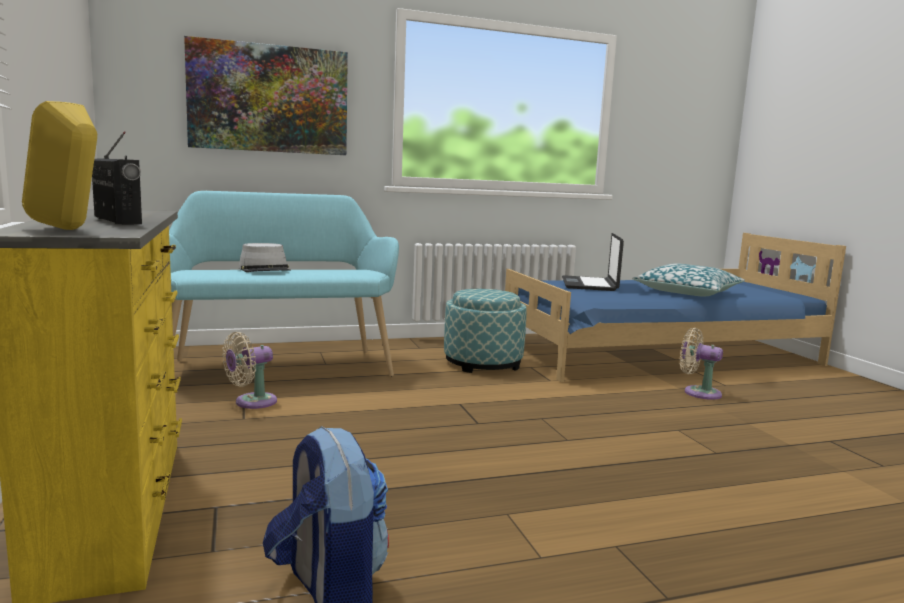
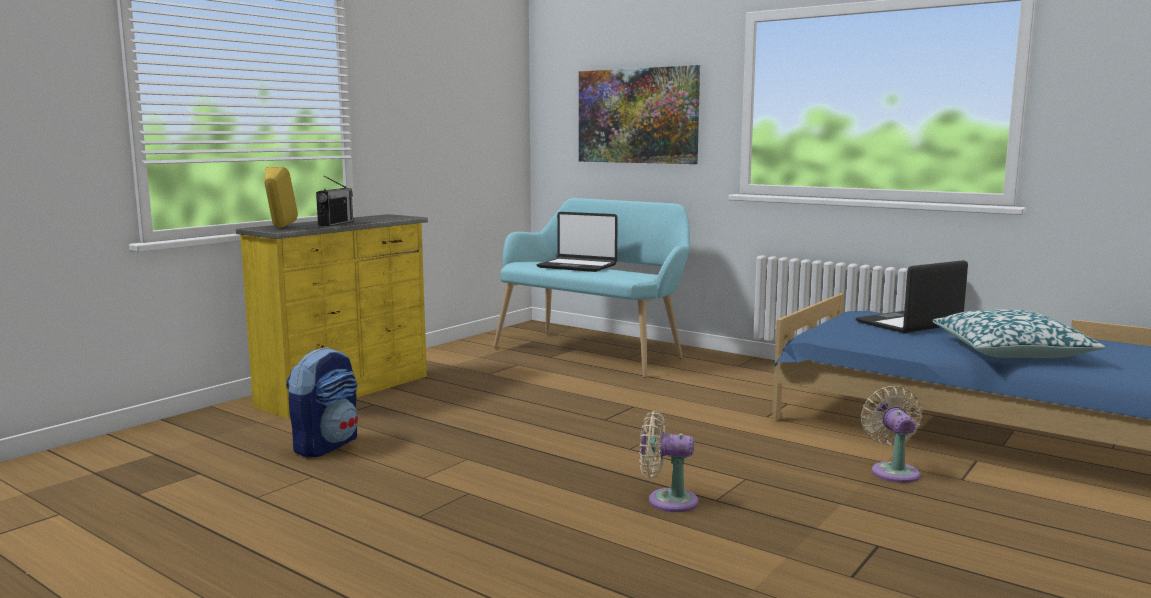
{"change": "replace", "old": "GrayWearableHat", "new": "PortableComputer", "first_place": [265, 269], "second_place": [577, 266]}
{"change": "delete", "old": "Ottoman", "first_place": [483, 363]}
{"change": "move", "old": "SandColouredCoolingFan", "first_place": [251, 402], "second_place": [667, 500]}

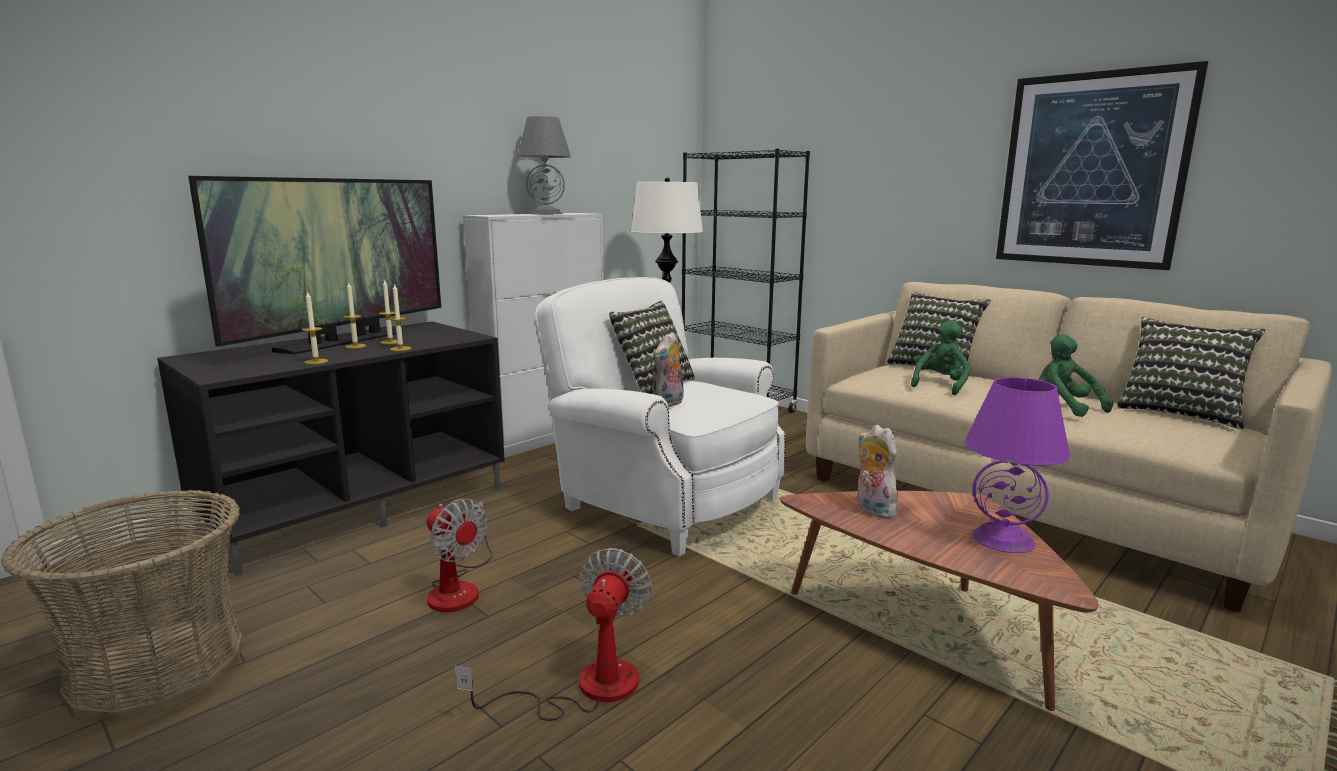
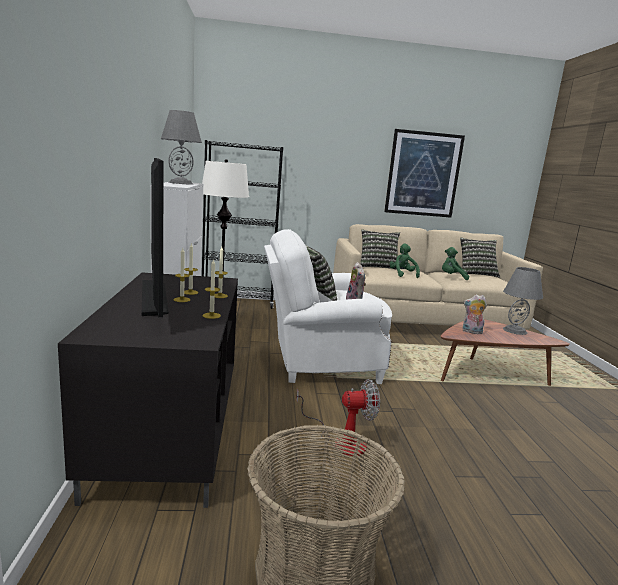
{"change": "recolor", "old": "PurpleColouredTableLamp", "new": "GrayTableLamp", "first_place": [1004, 539], "second_place": [515, 330]}
{"change": "delete", "old": "CoolingFan", "first_place": [586, 688]}

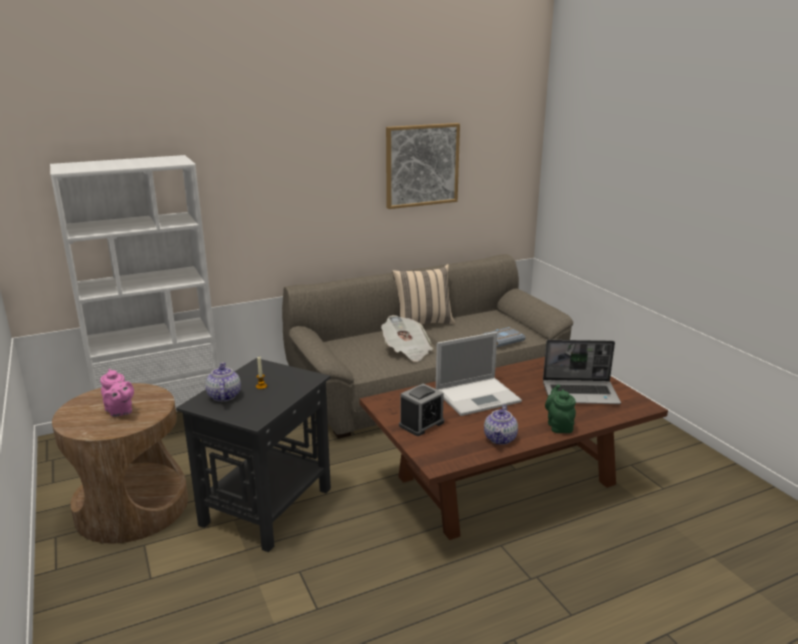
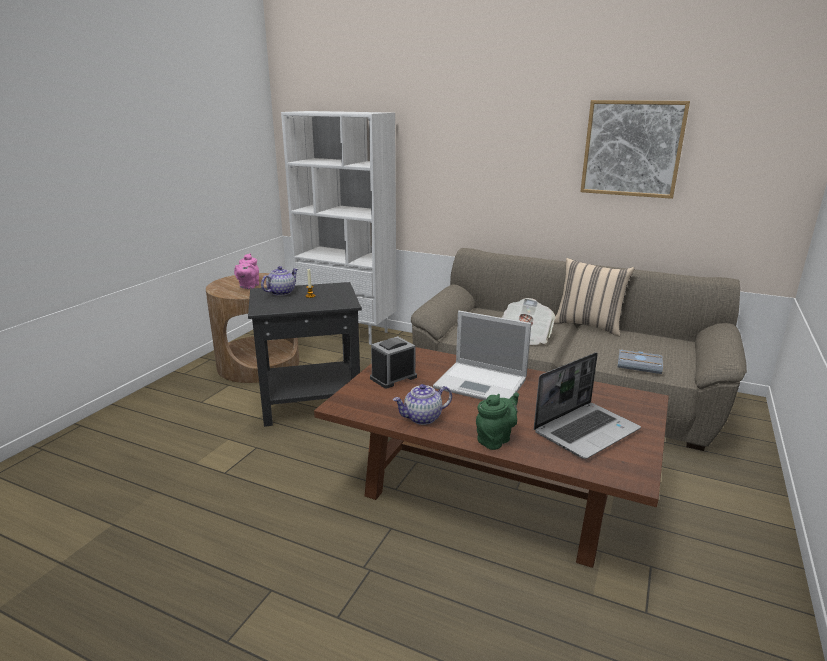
{"change": "rotate", "old": "PortableComputer", "first_place": [581, 393], "second_place": [586, 430], "degrees": -90}
{"change": "rotate", "old": "BedsideClock", "first_place": [421, 424], "second_place": [393, 377], "degrees": 135}

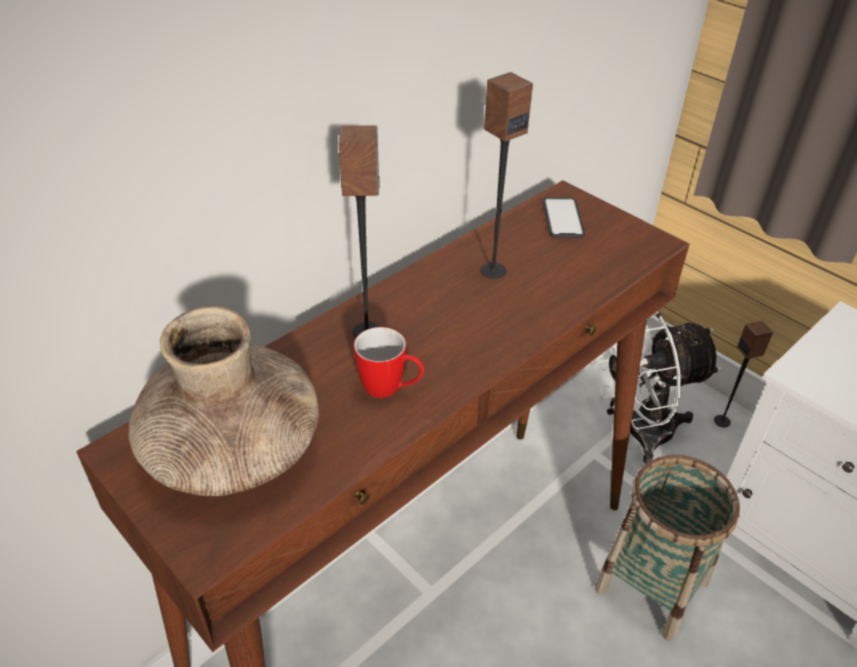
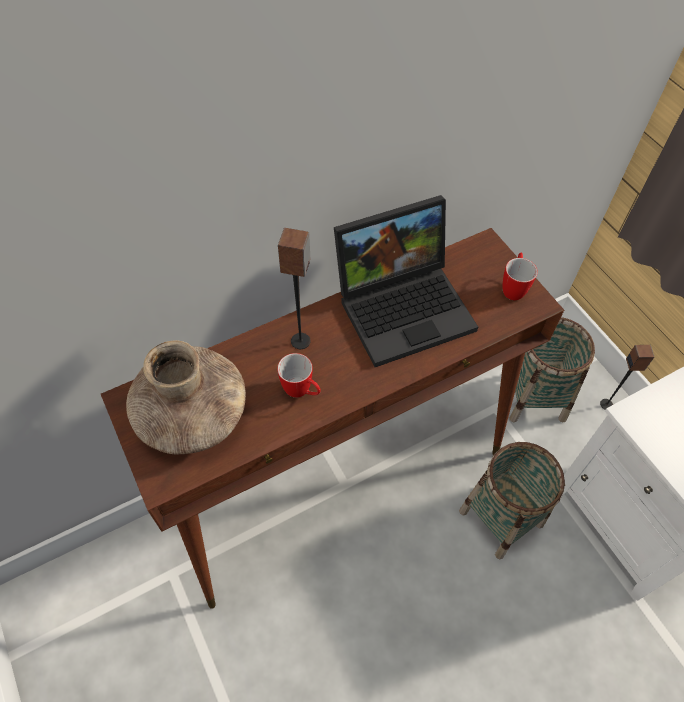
{"change": "replace", "old": "Speaker", "new": "PortableComputer", "first_place": [493, 270], "second_place": [405, 305]}
{"change": "delete", "old": "Handset", "first_place": [562, 218]}
{"change": "replace", "old": "WhitishCoolingFan", "new": "HouseholdBasket", "first_place": [635, 431], "second_place": [534, 397]}
{"change": "insert", "new": "Mug", "second_place": [513, 287]}

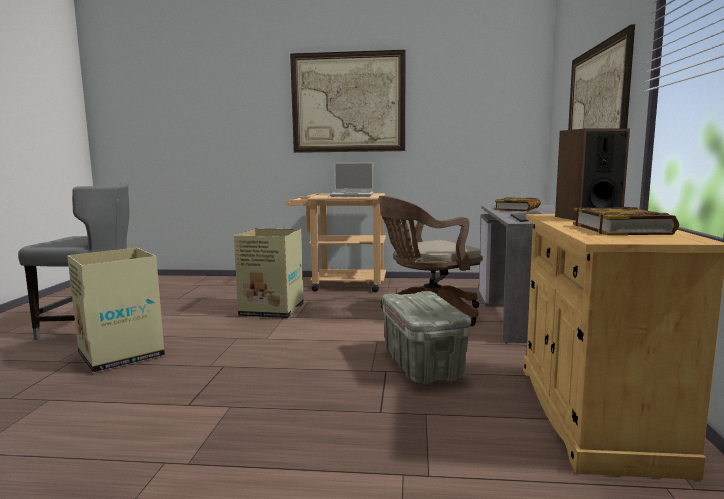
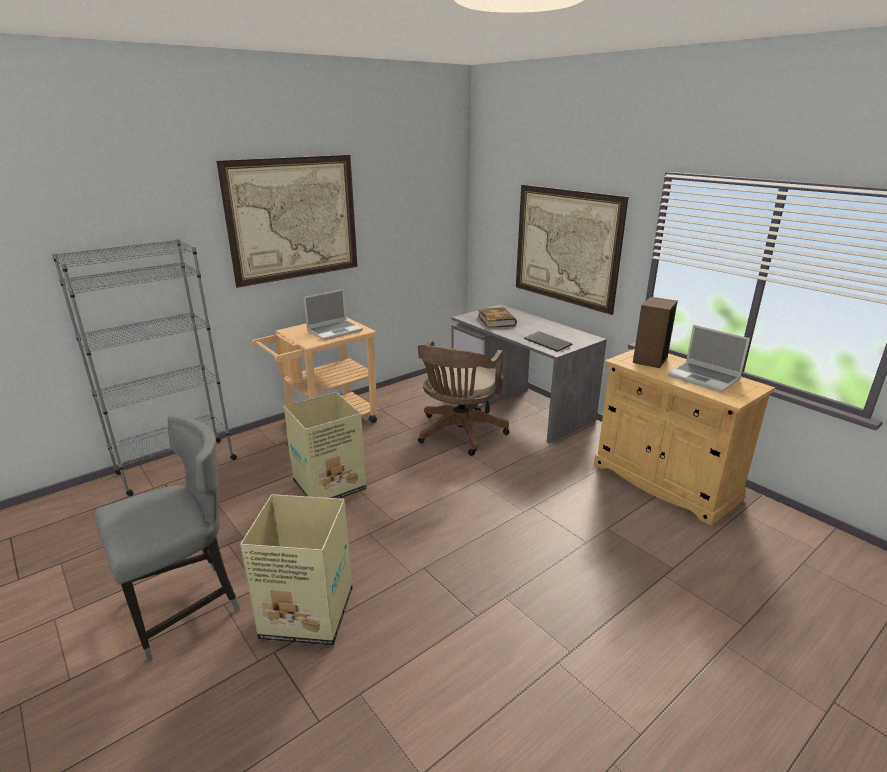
{"change": "replace", "old": "Book", "new": "PortableComputer", "first_place": [621, 229], "second_place": [704, 378]}
{"change": "delete", "old": "GrayStorageContainer", "first_place": [423, 365]}
{"change": "insert", "new": "GrayShelvingUnit", "second_place": [176, 466]}

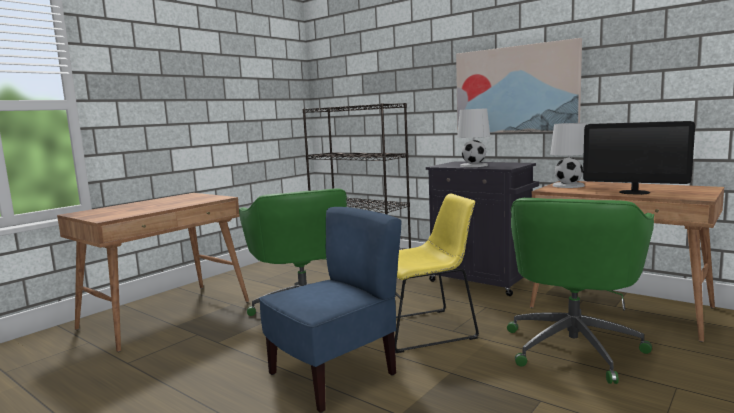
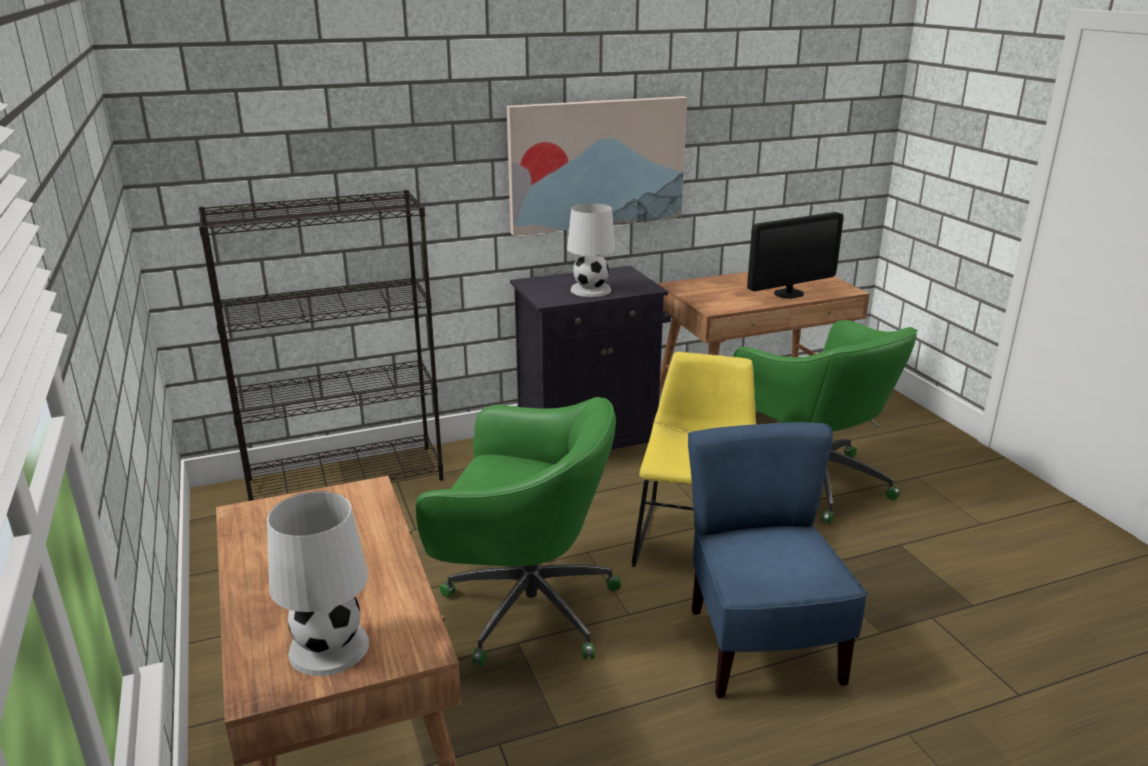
{"change": "move", "old": "WhitishTableLamp", "first_place": [568, 185], "second_place": [330, 647]}

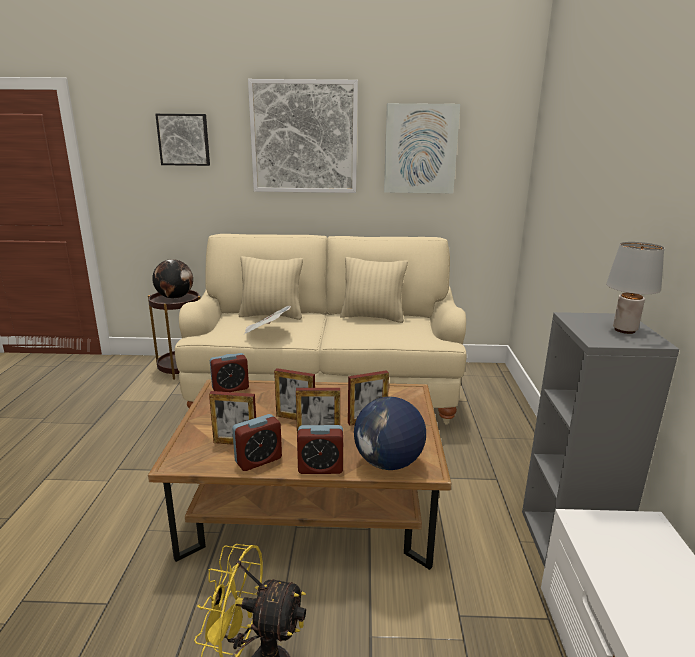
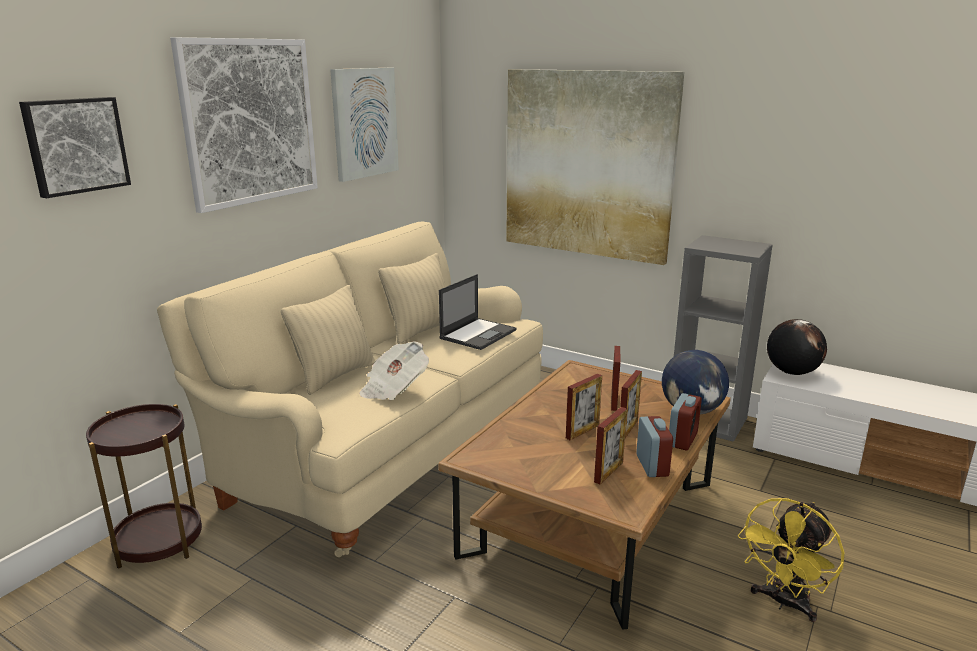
{"change": "delete", "old": "GrayTableLamp", "first_place": [624, 330]}
{"change": "move", "old": "DeskGlobe", "first_place": [175, 297], "second_place": [791, 372]}
{"change": "delete", "old": "BedsideClock", "first_place": [230, 388]}
{"change": "insert", "new": "WallPicture", "second_place": [588, 164]}
{"change": "insert", "new": "PortableComputer", "second_place": [478, 334]}

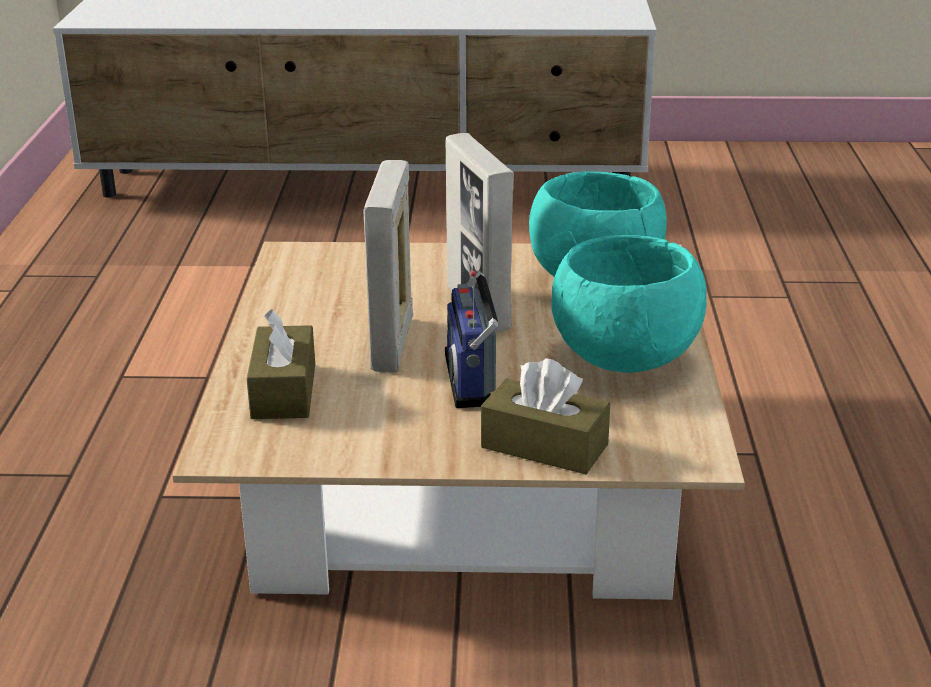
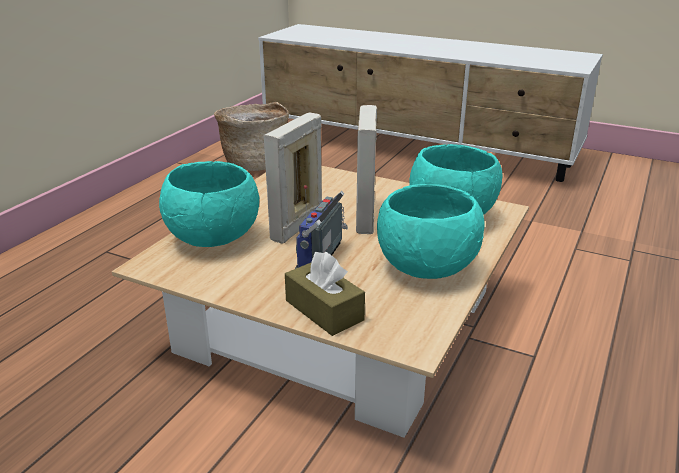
{"change": "replace", "old": "BrownishBoxOfTissues", "new": "BlueGreenDeepDish", "first_place": [284, 391], "second_place": [213, 239]}
{"change": "insert", "new": "HouseholdBasket", "second_place": [255, 163]}

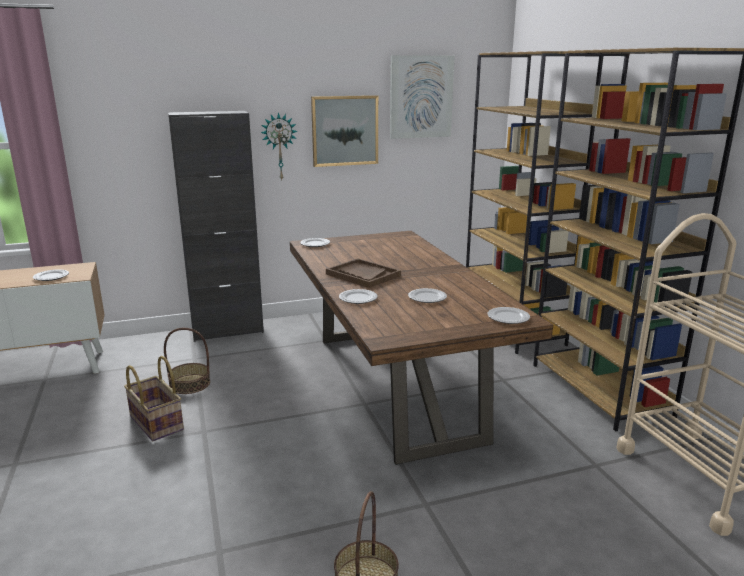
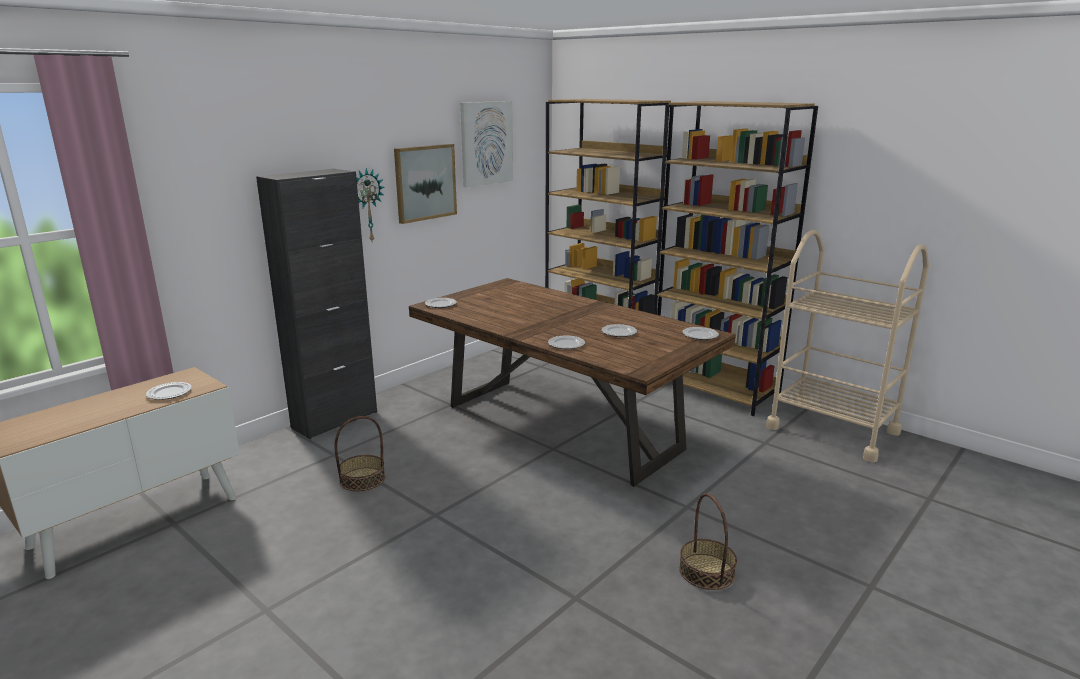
{"change": "delete", "old": "BrownishTray", "first_place": [362, 275]}
{"change": "delete", "old": "HouseholdBasket", "first_place": [155, 423]}

